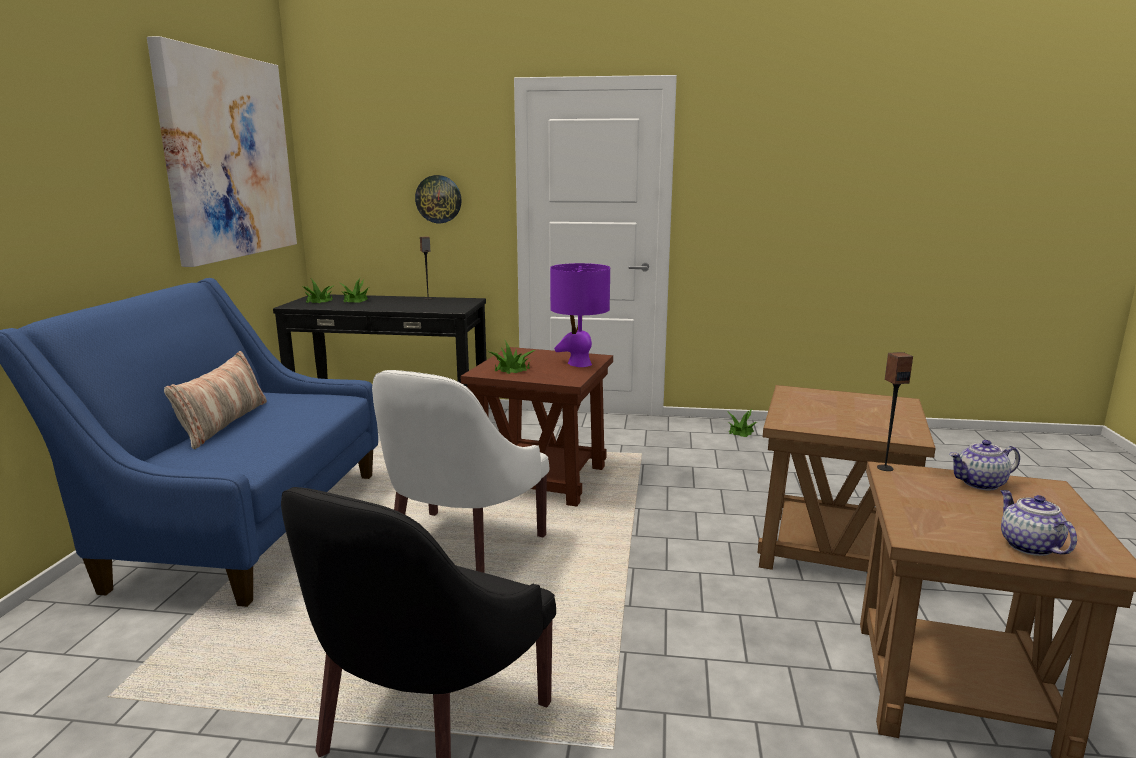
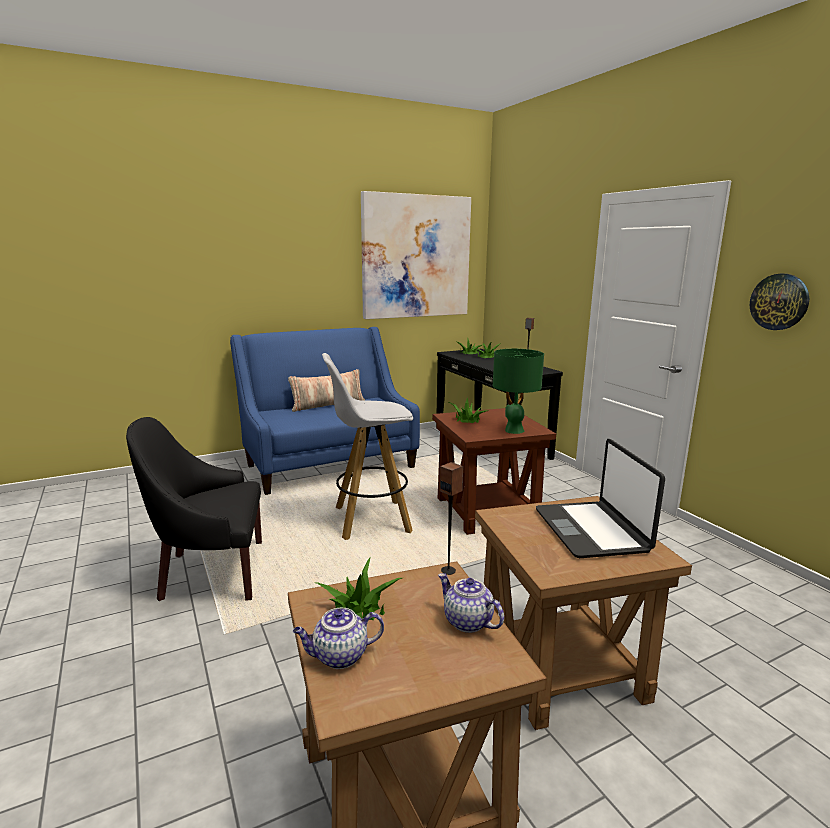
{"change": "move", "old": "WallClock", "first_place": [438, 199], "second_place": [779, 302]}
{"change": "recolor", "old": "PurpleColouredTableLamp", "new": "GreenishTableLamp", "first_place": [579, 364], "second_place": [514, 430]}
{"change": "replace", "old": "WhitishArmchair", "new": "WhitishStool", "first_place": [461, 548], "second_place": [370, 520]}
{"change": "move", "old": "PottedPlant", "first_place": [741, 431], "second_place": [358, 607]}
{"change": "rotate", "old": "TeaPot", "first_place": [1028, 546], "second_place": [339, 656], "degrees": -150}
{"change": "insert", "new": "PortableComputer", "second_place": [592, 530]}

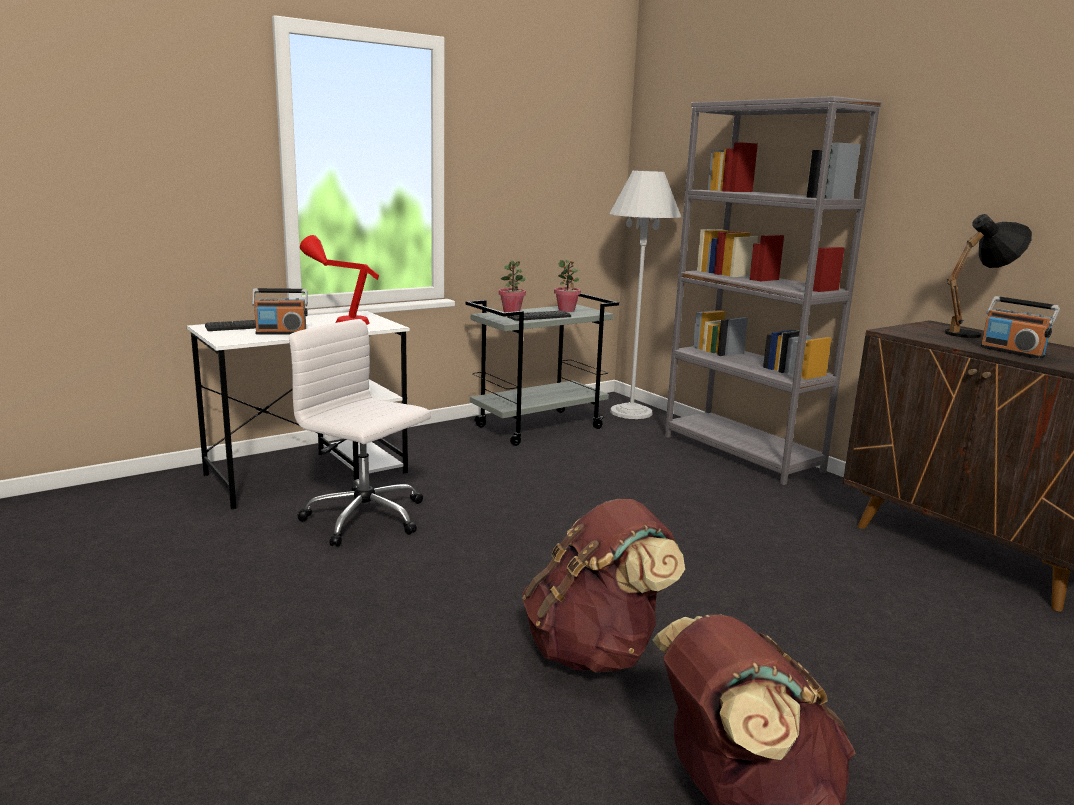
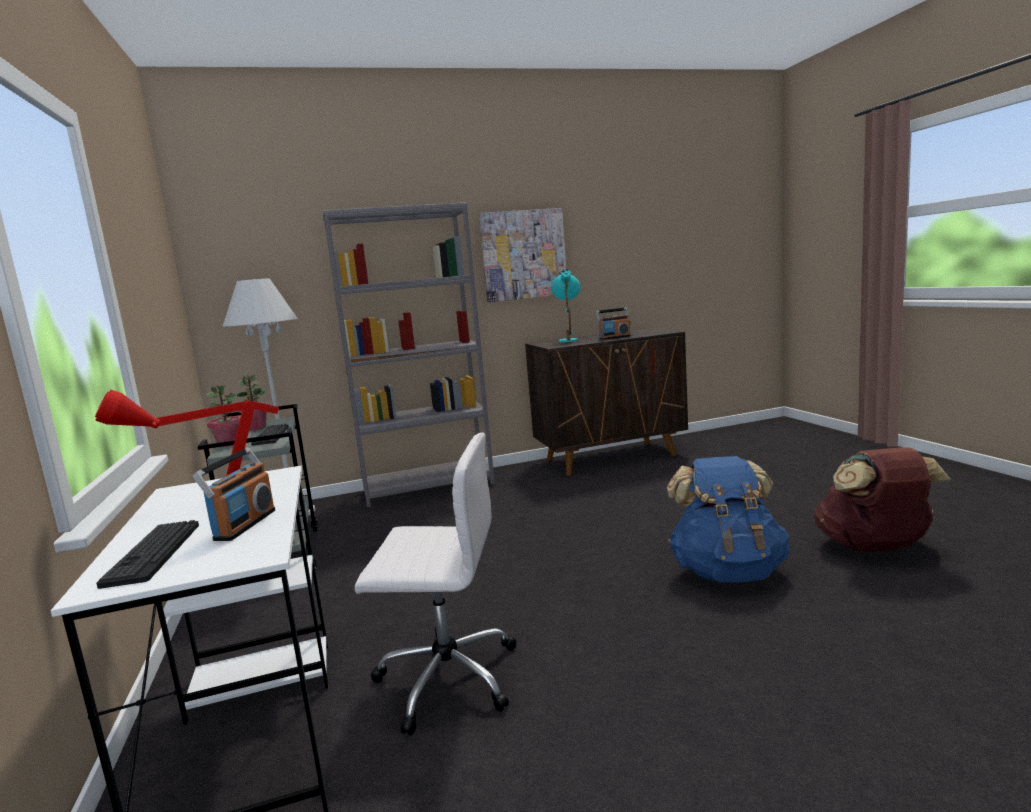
{"change": "recolor", "old": "BlackColouredTableLamp", "new": "BlueGreenTableLamp", "first_place": [974, 334], "second_place": [569, 340]}
{"change": "rotate", "old": "WhitishComputerChair", "first_place": [366, 519], "second_place": [445, 677], "degrees": -135}
{"change": "recolor", "old": "BrownishRucksack", "new": "BlueRucksack", "first_place": [596, 651], "second_place": [727, 571]}
{"change": "insert", "new": "WallPicture", "second_place": [523, 255]}

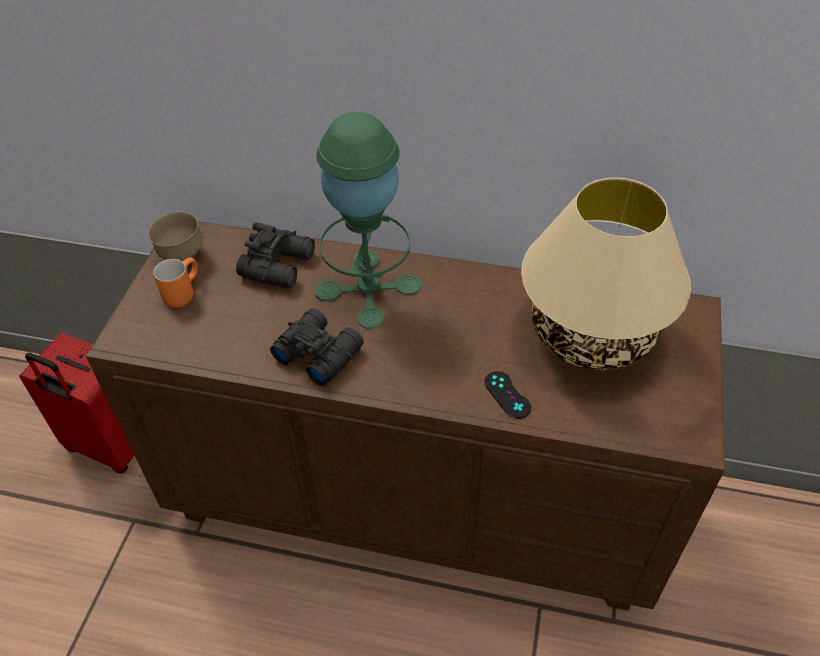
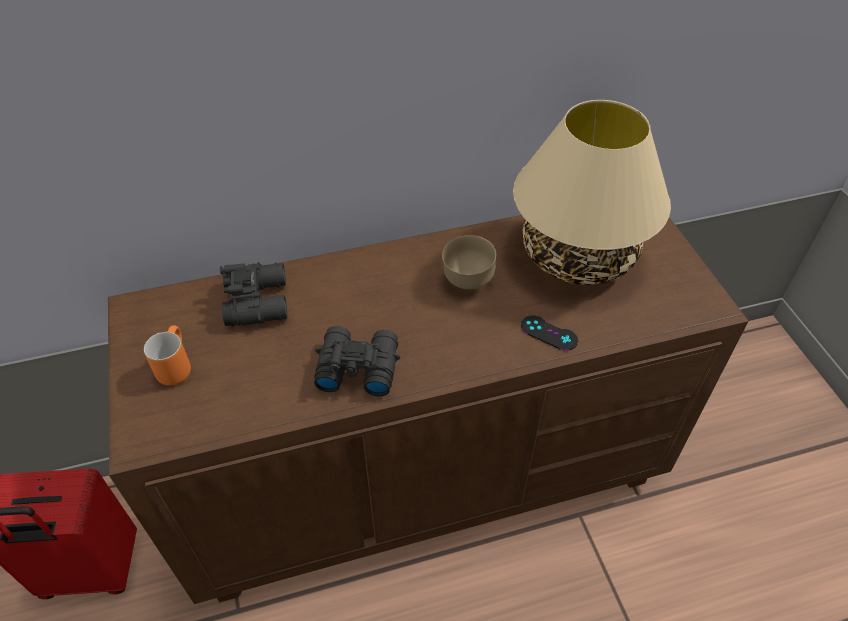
{"change": "delete", "old": "GreenishTableLamp", "first_place": [368, 288]}
{"change": "move", "old": "BrownishDeepDish", "first_place": [181, 256], "second_place": [467, 282]}

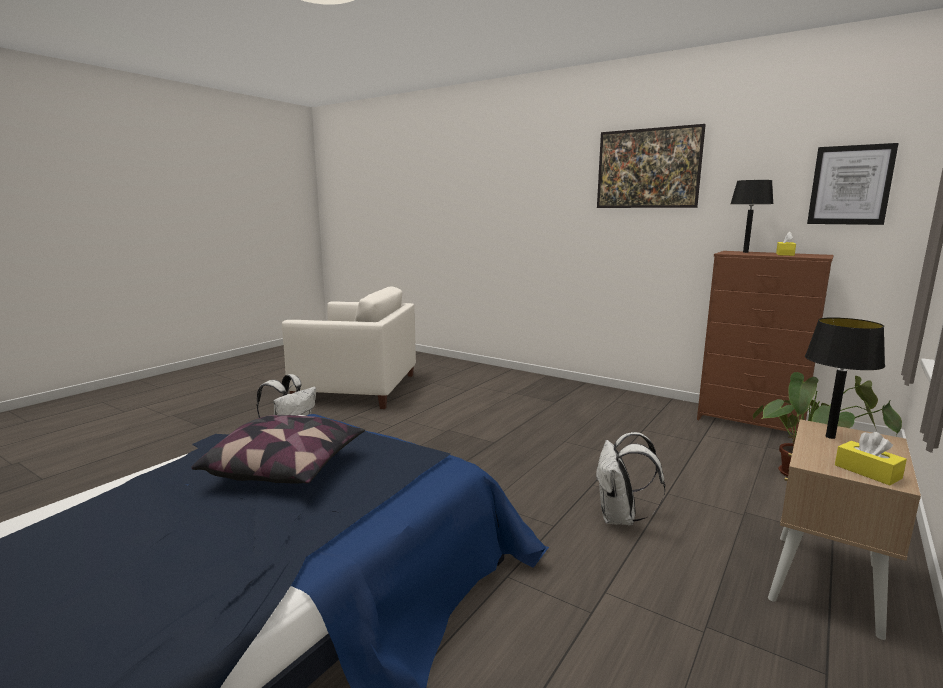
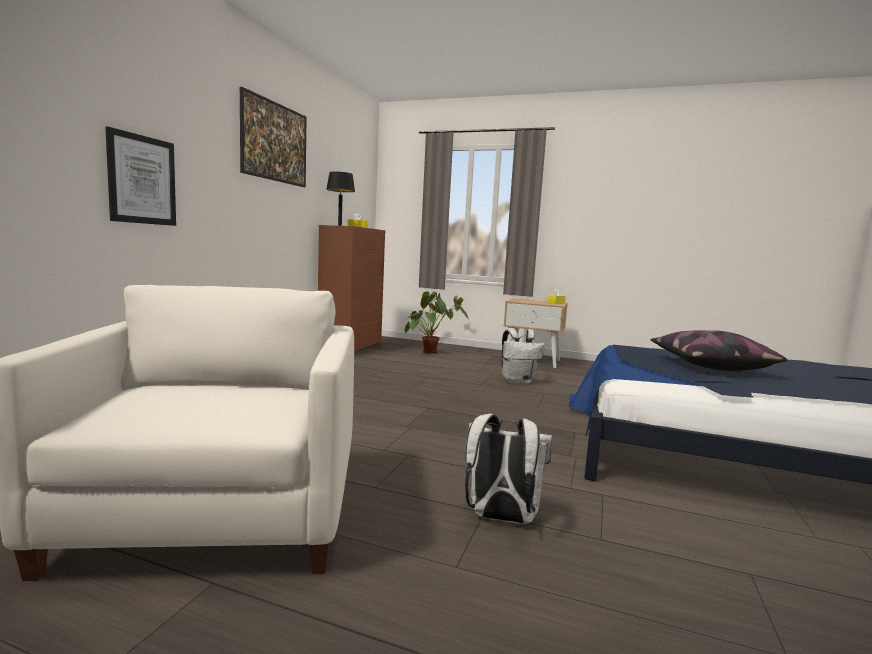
{"change": "move", "old": "WallPicture", "first_place": [850, 185], "second_place": [142, 180]}
{"change": "delete", "old": "BlackColouredTableLamp", "first_place": [830, 437]}

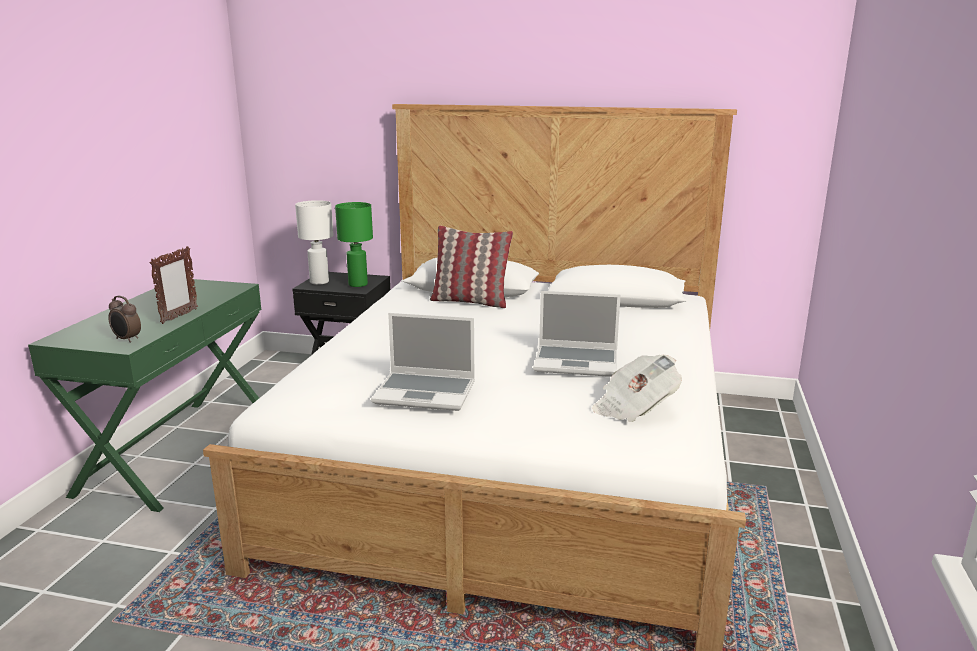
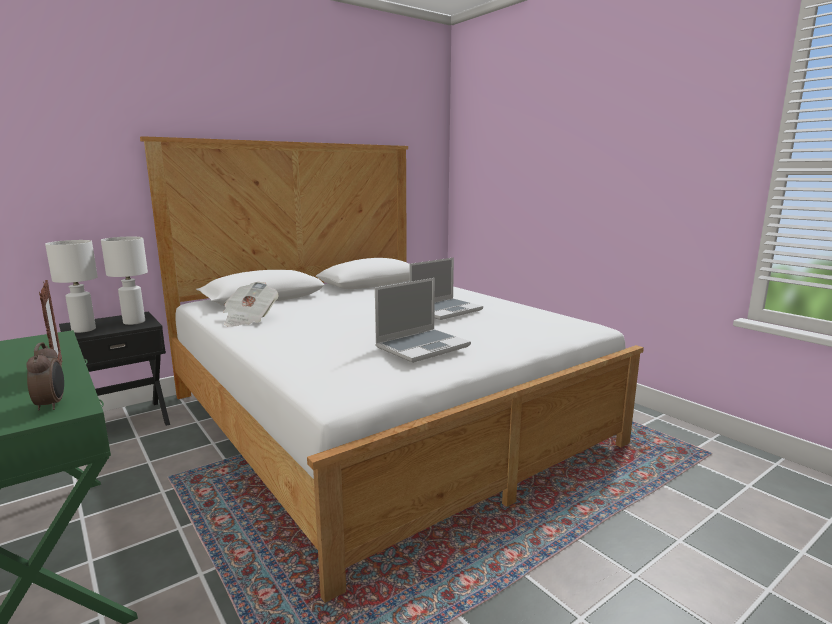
{"change": "recolor", "old": "GreenishTableLamp", "new": "WhitishTableLamp", "first_place": [357, 284], "second_place": [134, 322]}
{"change": "delete", "old": "Cushion", "first_place": [470, 301]}
{"change": "rotate", "old": "BedsideClock", "first_place": [127, 339], "second_place": [52, 405], "degrees": -90}
{"change": "move", "old": "DailyPaper", "first_place": [634, 408], "second_place": [249, 319]}

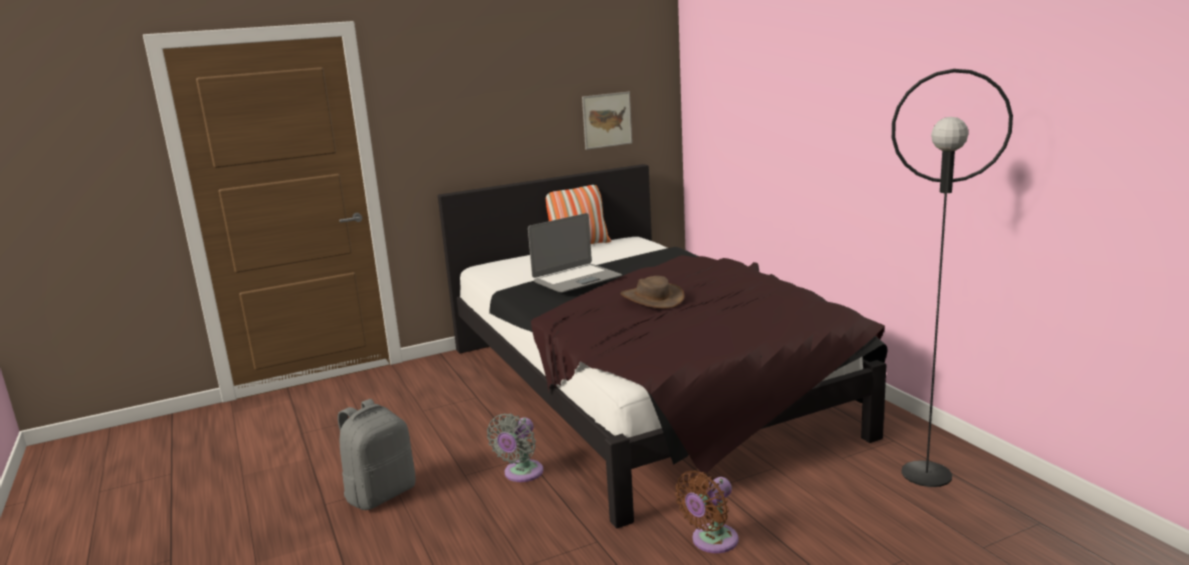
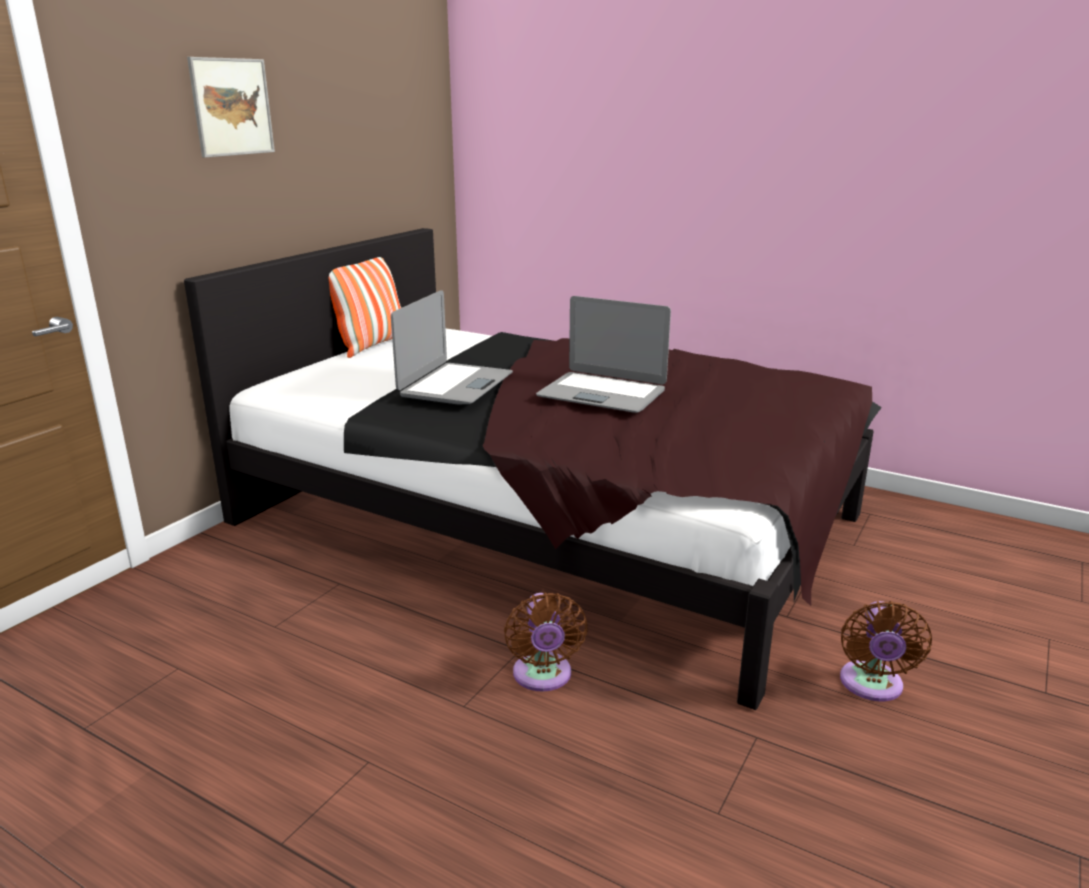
{"change": "delete", "old": "BlackColouredStandingLamp", "first_place": [927, 474]}
{"change": "move", "old": "WallPicture", "first_place": [607, 120], "second_place": [232, 107]}
{"change": "replace", "old": "BrownishWearableHat", "new": "PortableComputer", "first_place": [652, 298], "second_place": [602, 394]}
{"change": "delete", "old": "GrayRucksack", "first_place": [381, 494]}
{"change": "recolor", "old": "GrayCoolingFan", "new": "BrownishCoolingFan", "first_place": [521, 474], "second_place": [543, 677]}

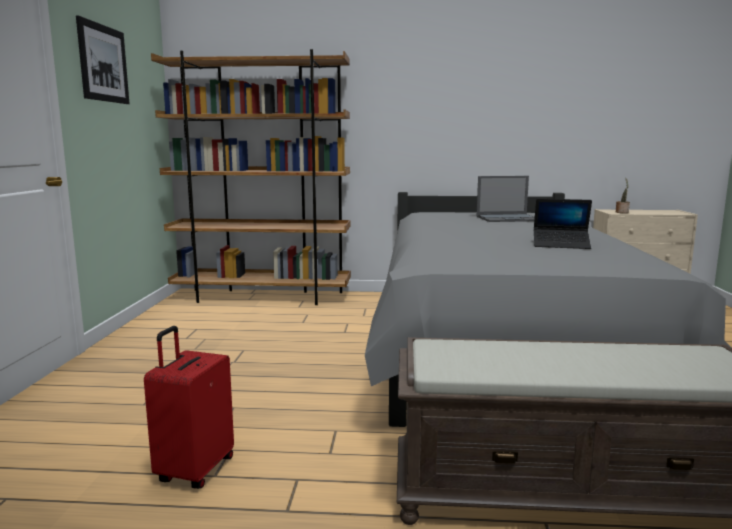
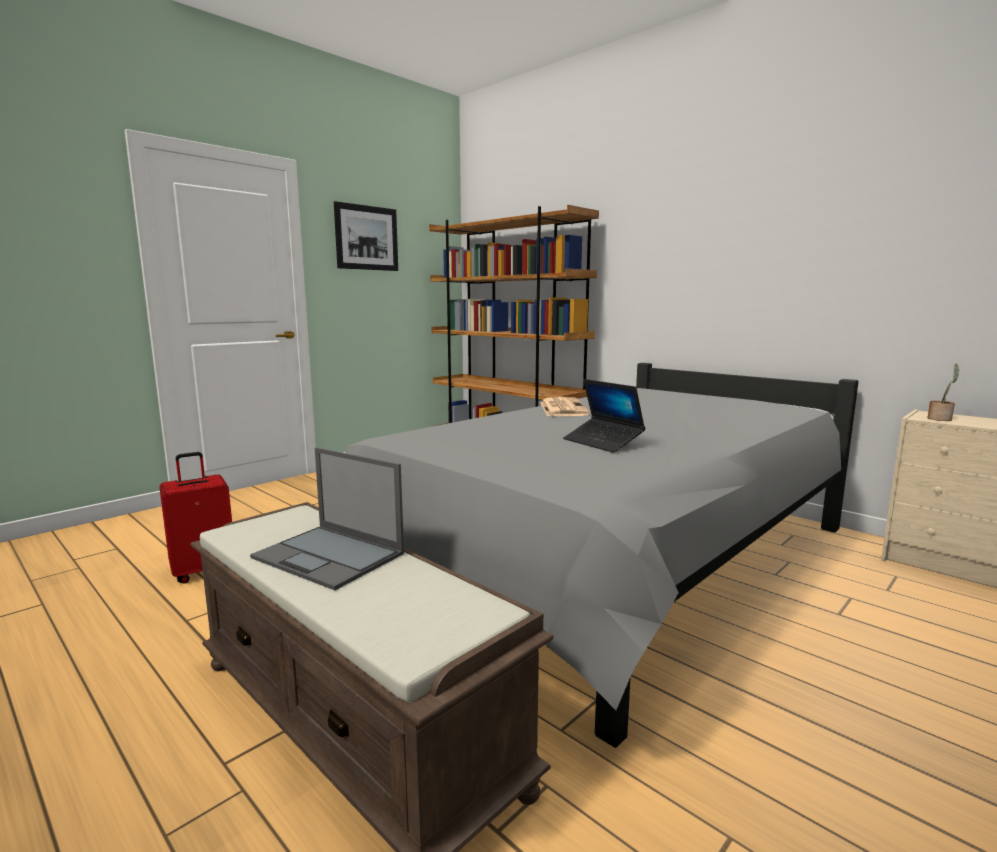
{"change": "move", "old": "PortableComputer", "first_place": [508, 218], "second_place": [330, 556]}
{"change": "insert", "new": "DailyPaper", "second_place": [562, 408]}

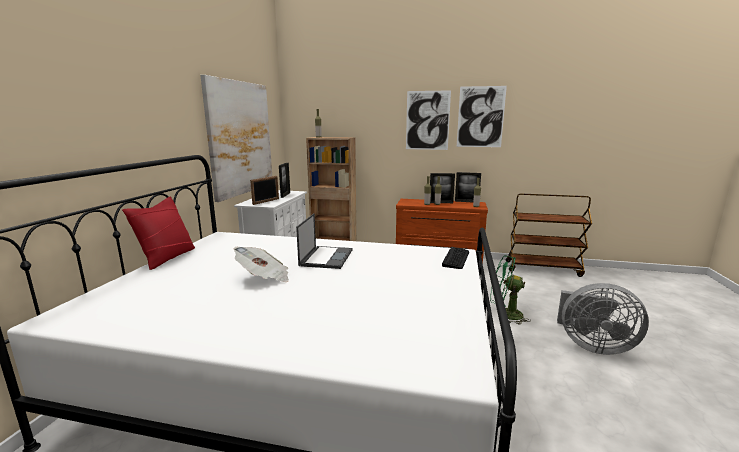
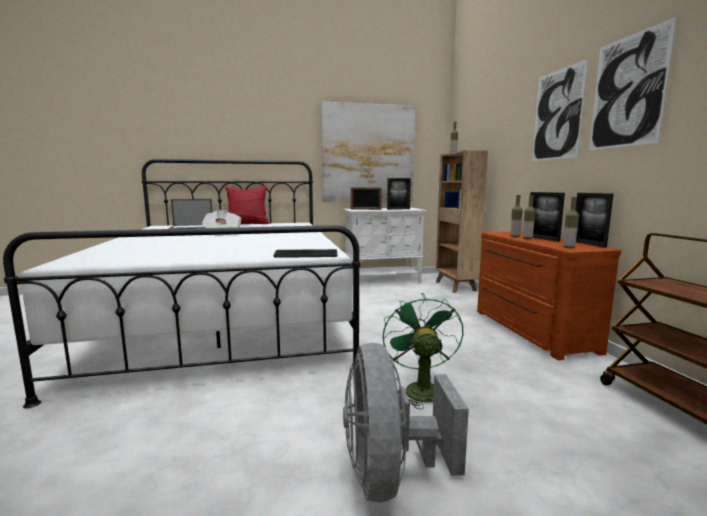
{"change": "move", "old": "PortableComputer", "first_place": [326, 257], "second_place": [192, 228]}

